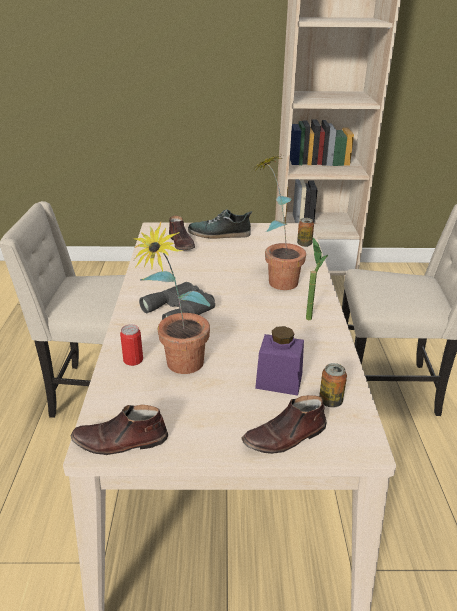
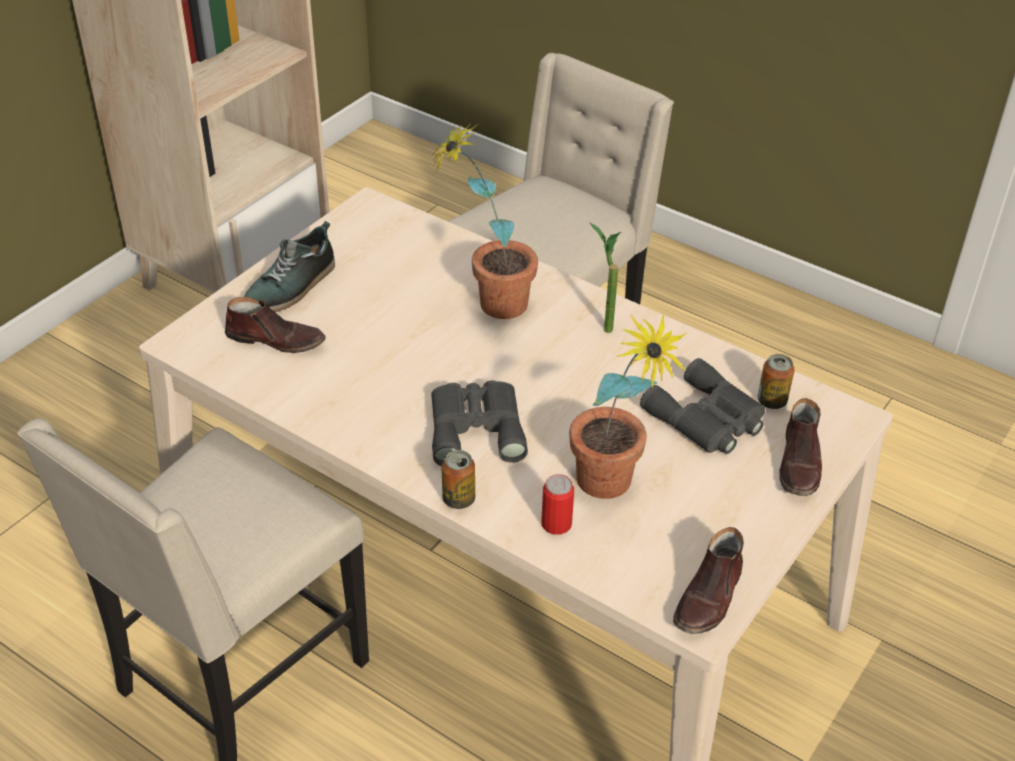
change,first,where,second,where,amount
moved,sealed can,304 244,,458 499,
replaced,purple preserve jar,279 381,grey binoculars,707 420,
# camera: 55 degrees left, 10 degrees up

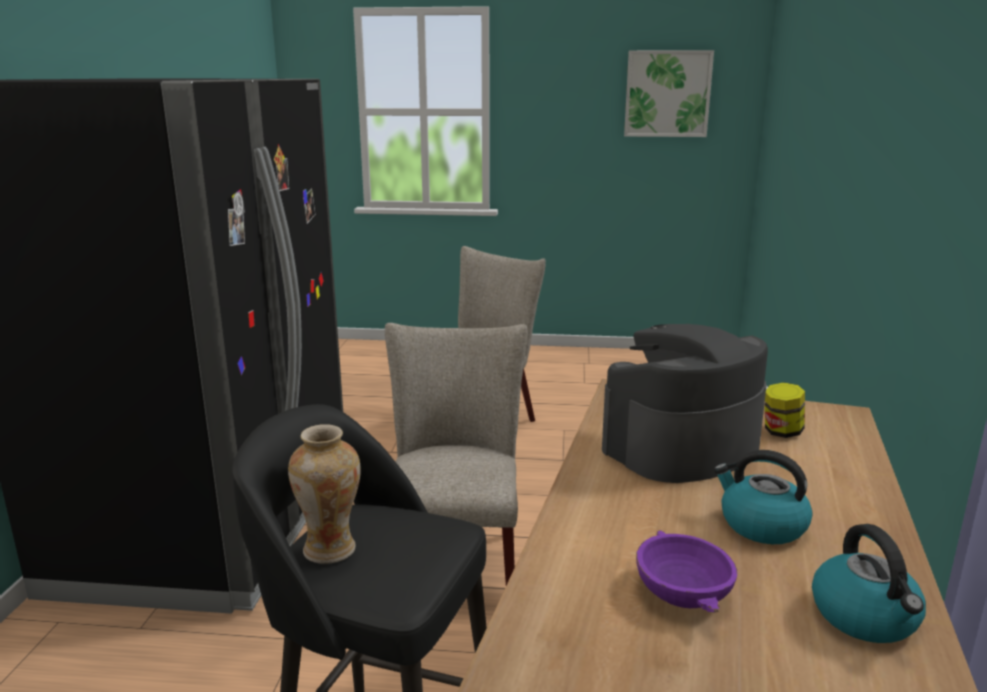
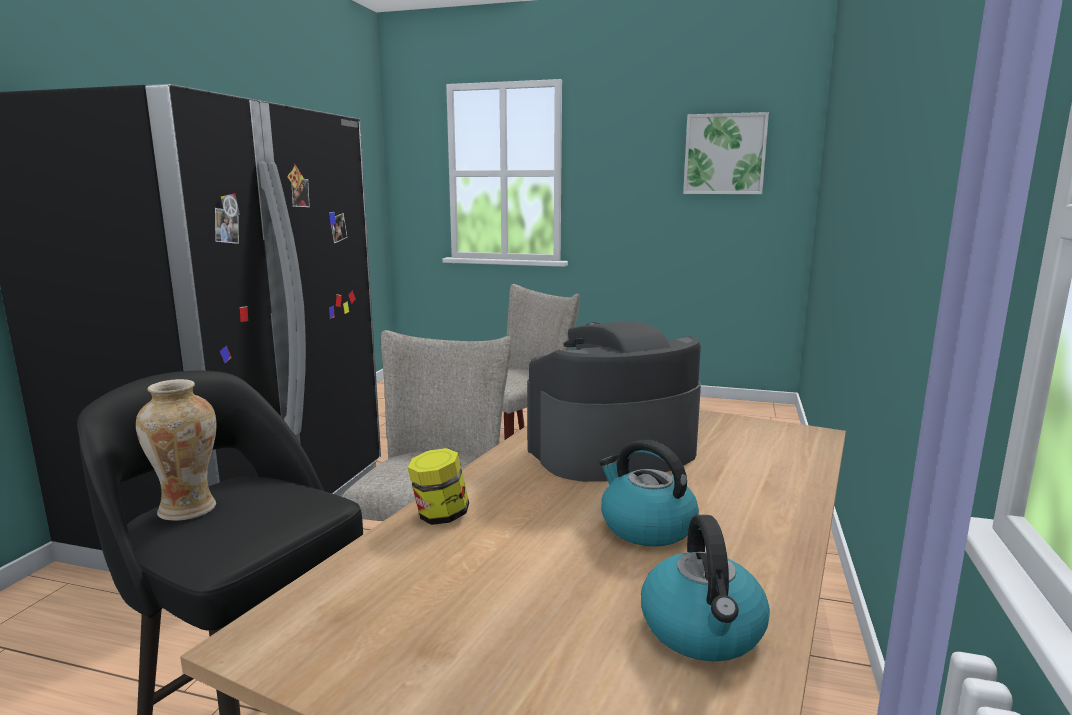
change,first,where,second,where,amount
removed,purple serving bowl,681 591,,,
moved,preserve jar,781 432,,440 516,
# camera: 10 degrees right, 5 degrees down

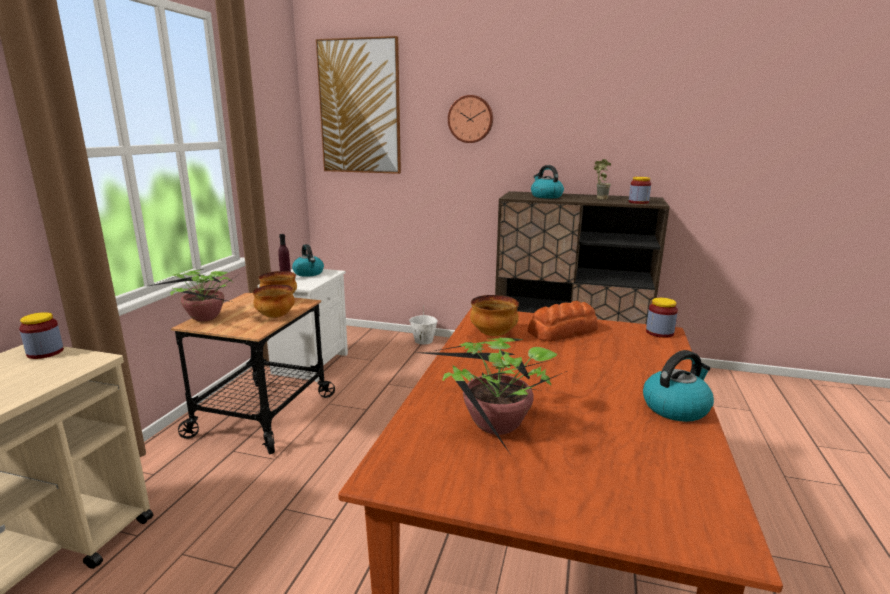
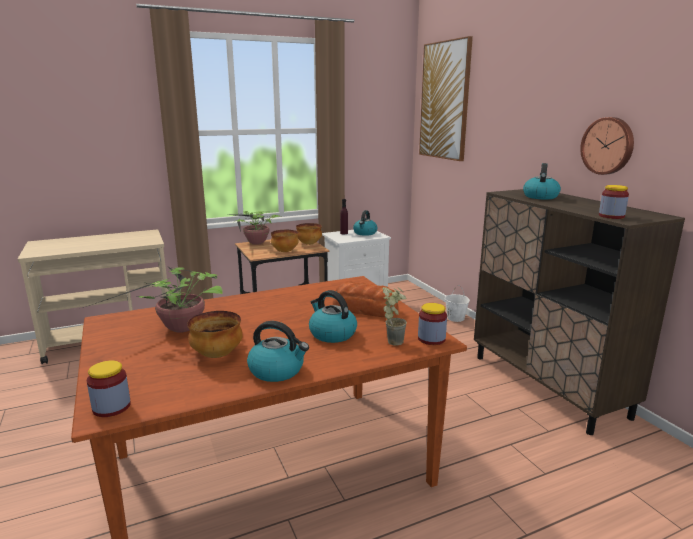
change,first,where,second,where,amount
added,,,tea kettle,332 334,
moved,preserve jar,45 352,,111 407,
moved,clock on the wall,470 119,,608 146,
moved,serving bowl,492 334,,217 354,
moved,potted plant,598 198,,393 340,
# camera: 50 degrees right, 0 degrees up

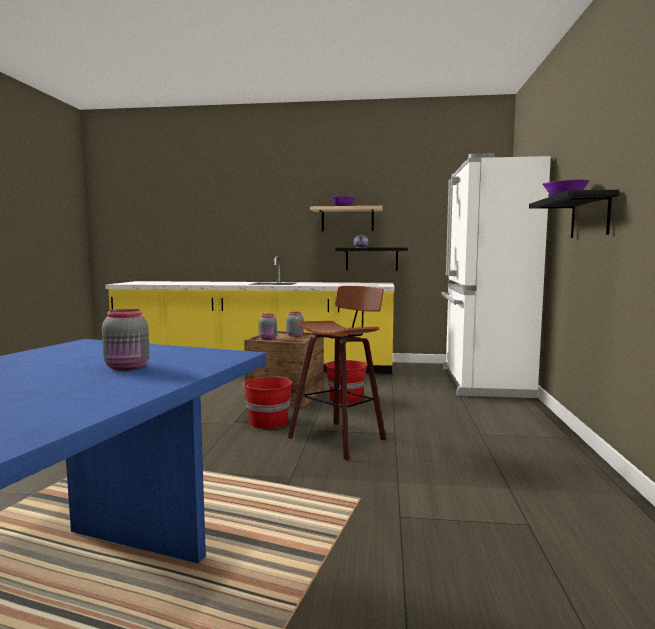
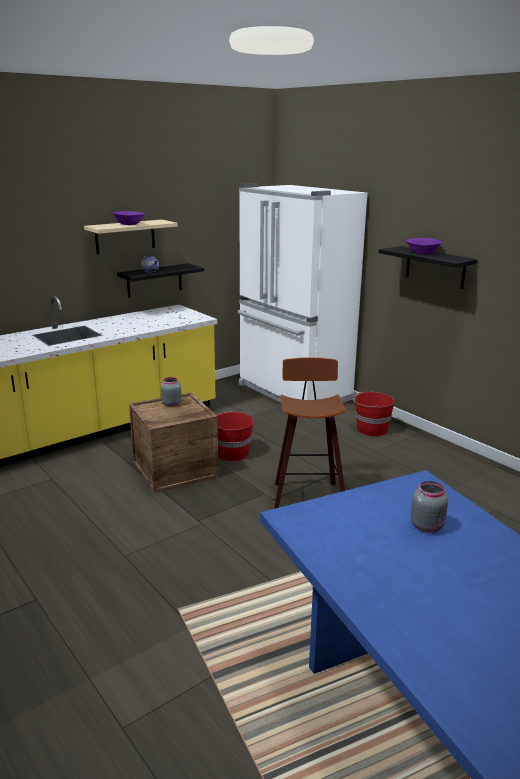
change,first,where,second,where,amount
removed,grey preserve jar,268 338,,,
moved,red water bucket,268 422,,371 429,
# camera: 45 degrees left, 15 degrees up

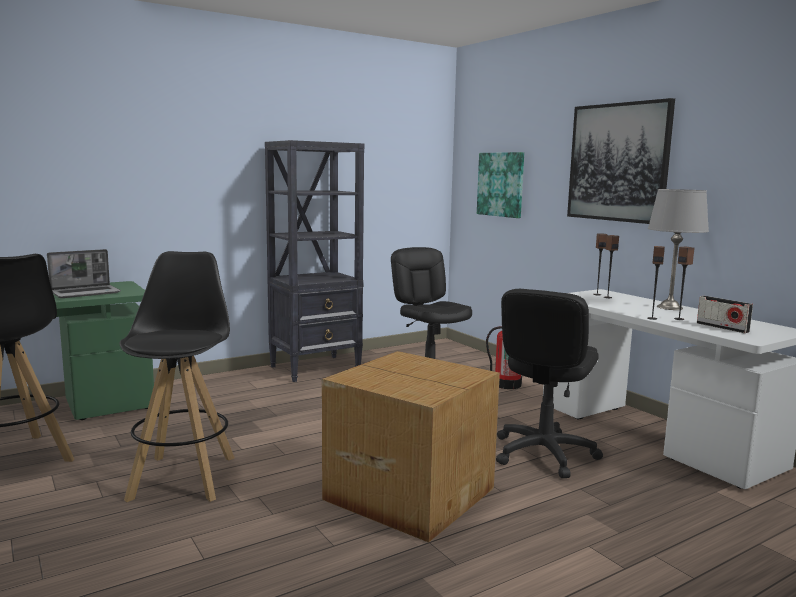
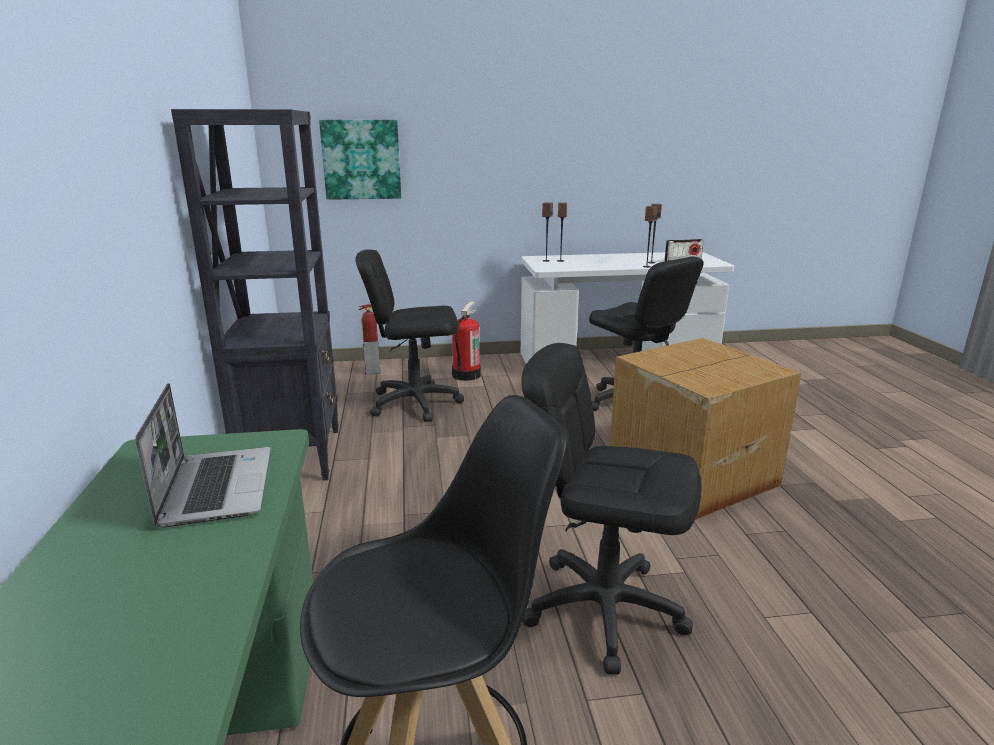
change,first,where,second,where,amount
removed,picture,618 162,,,
removed,grey lamp for a table,669 307,,,
added,,,fire-fighting cylinder,372 371,
replaced,blackish stool,184 476,blackish desk chair,603 609,
# camera: 65 degrees left, 10 degrees up

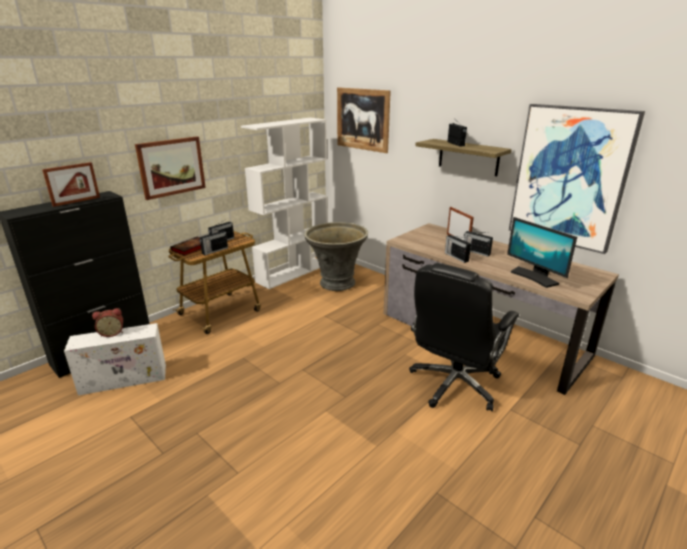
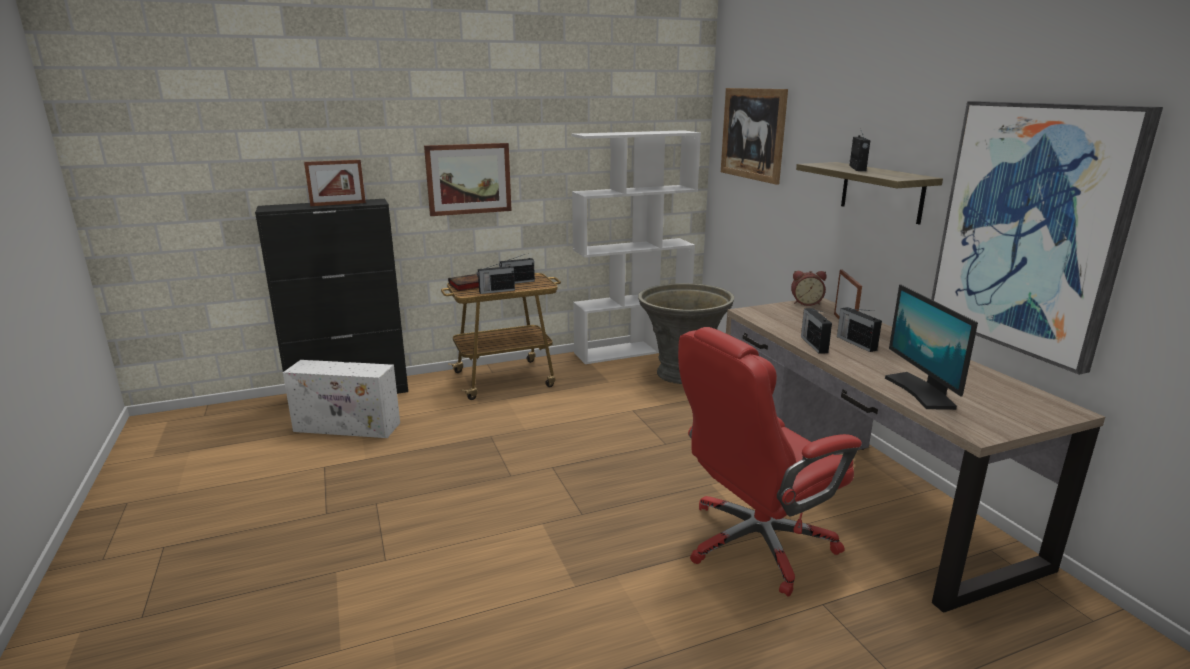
change,first,where,second,where,amount
moved,table clock,112 333,,806 303,
recoloured,blackish desk chair,454 384,red desk chair,755 543,
# camera: 25 degrees right, 5 degrees down

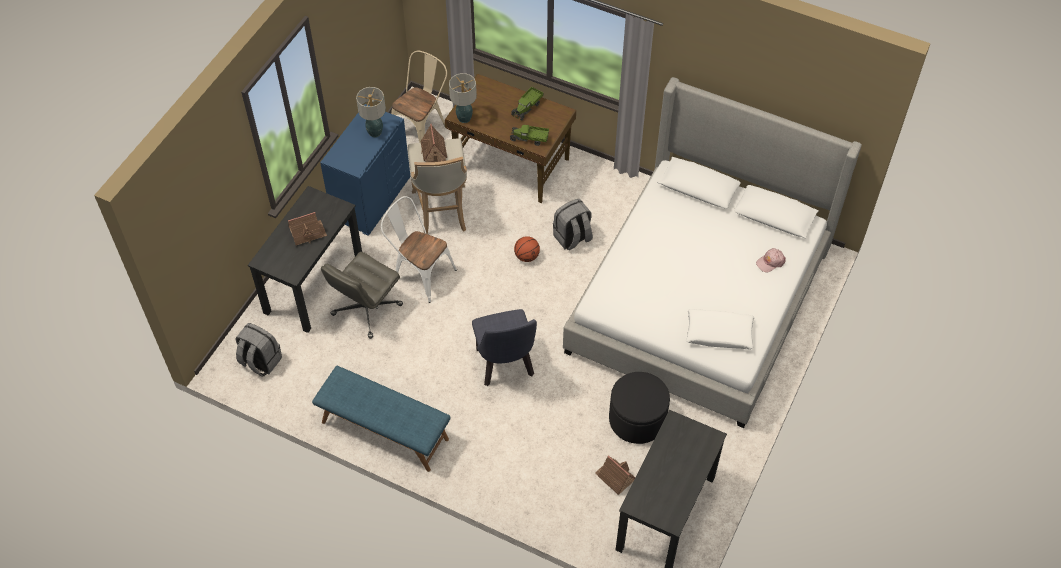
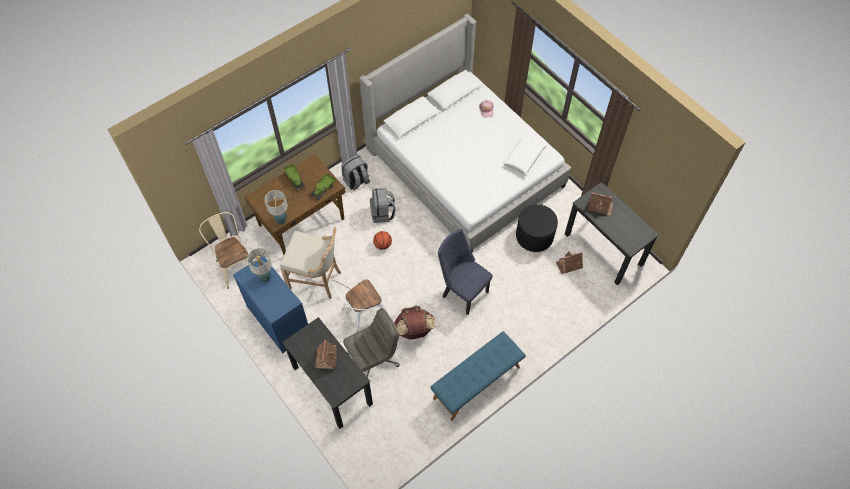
change,first,where,second,where,amount
added,,,brown backpack,414 330,
moved,grey backpack,260 361,,356 181,
moved,miniature house,434 153,,599 206,
turned,grey desk chair,366 310,,374 358,90 degrees counterclockwise
turned,blue-coloured chair,505 366,,462 291,150 degrees counterclockwise
# camera: 65 degrees left, 5 degrees up

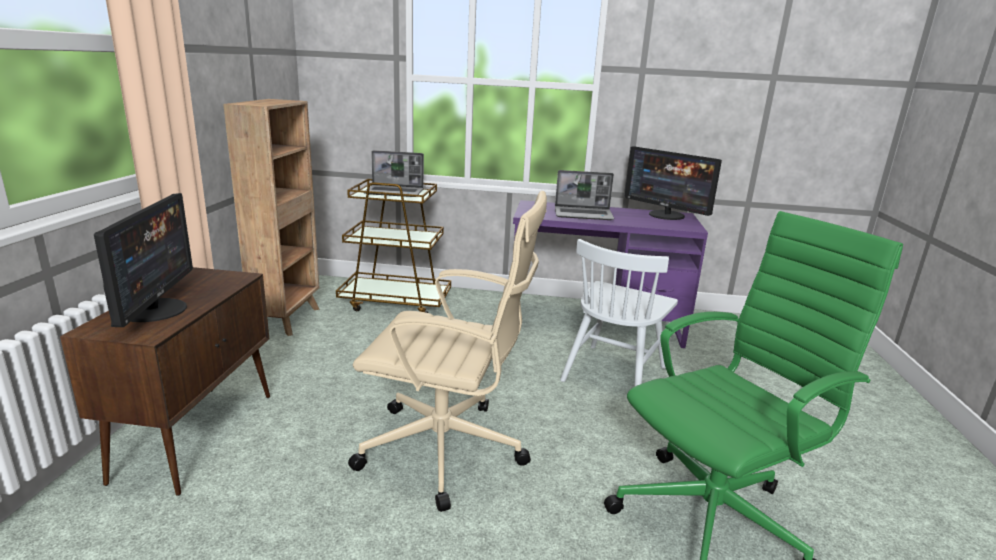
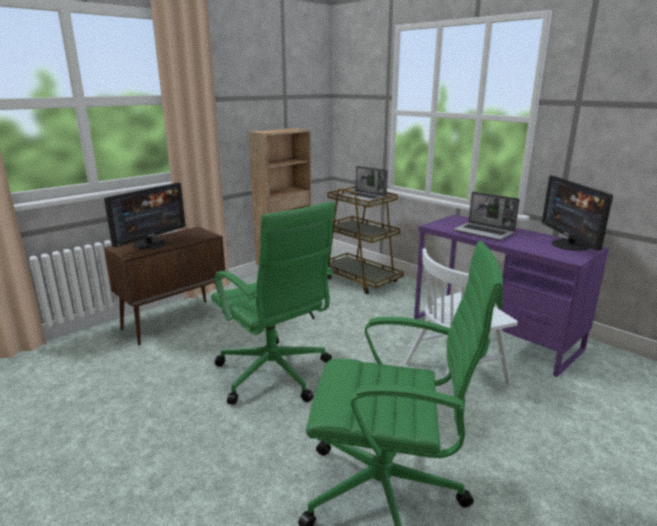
change,first,where,second,where,amount
recoloured,sand-coloured desk chair,447 450,green desk chair,275 375,
# camera: 40 degrees right, 0 degrees up

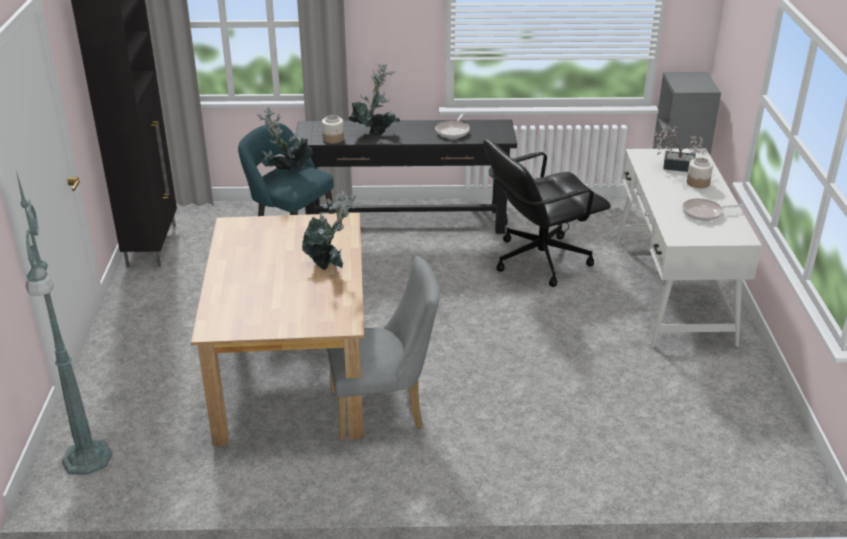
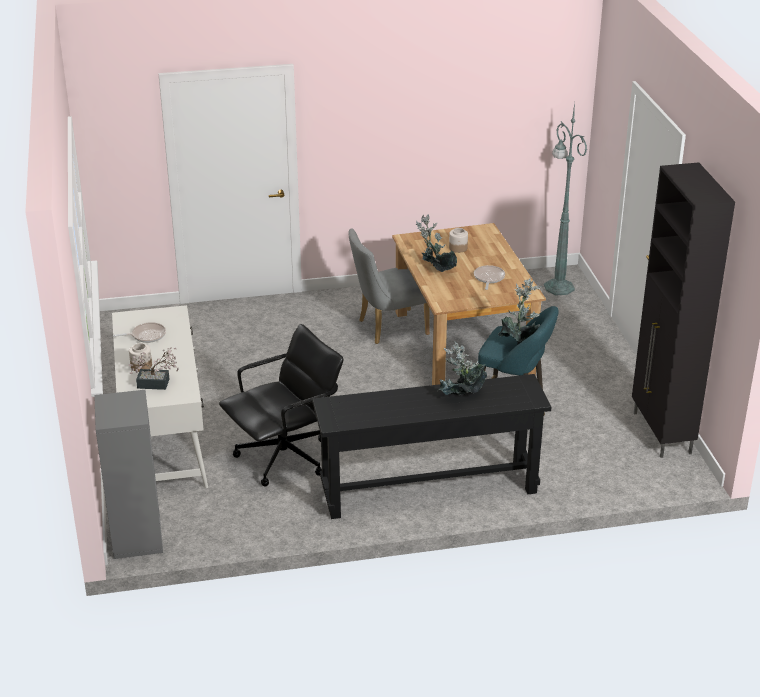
change,first,where,second,where,amount
moved,preserve jar,333 139,,457 248,
moved,frying pan,453 131,,488 278,
# camera: 170 degrees right, 0 degrees up

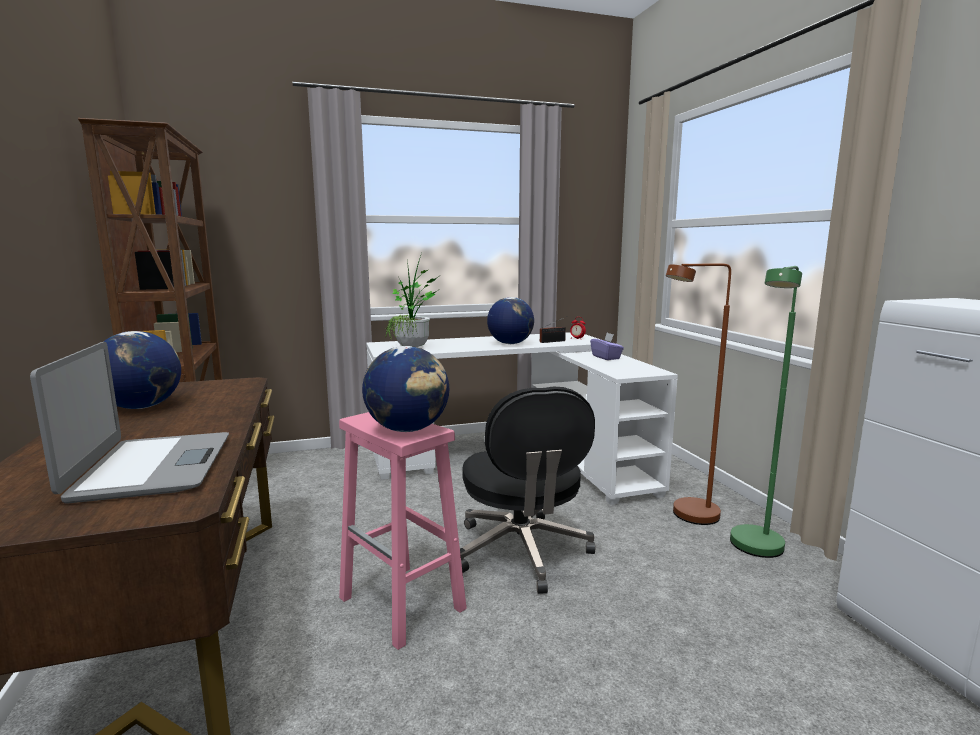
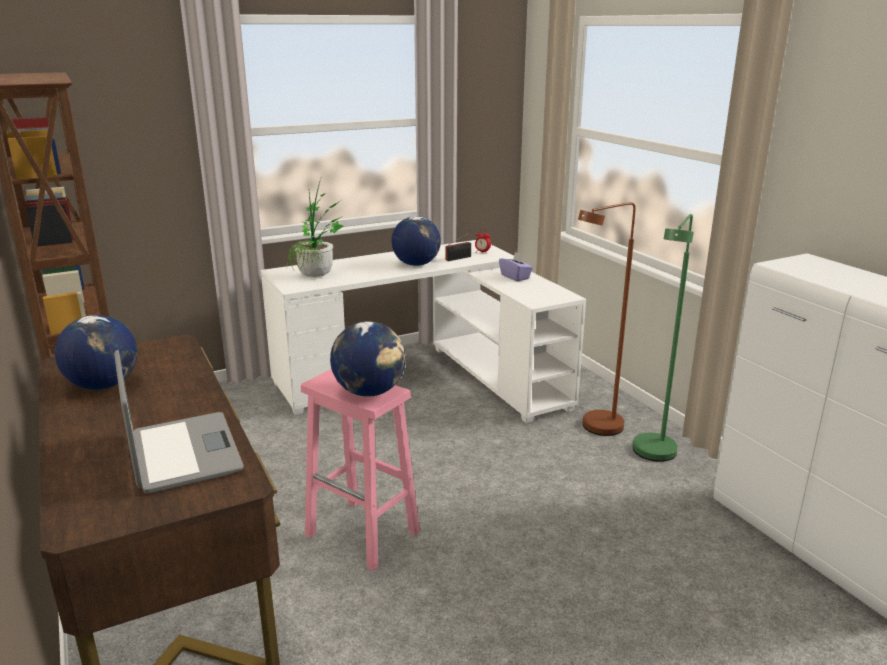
change,first,where,second,where,amount
removed,blackish desk chair,522 552,,,
# camera: 10 degrees left, 10 degrees up

